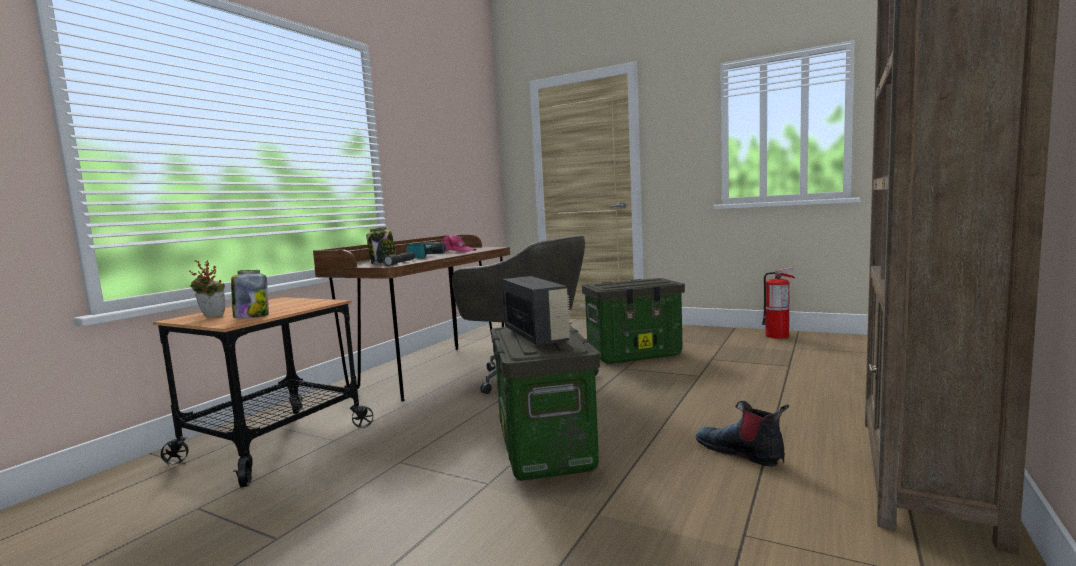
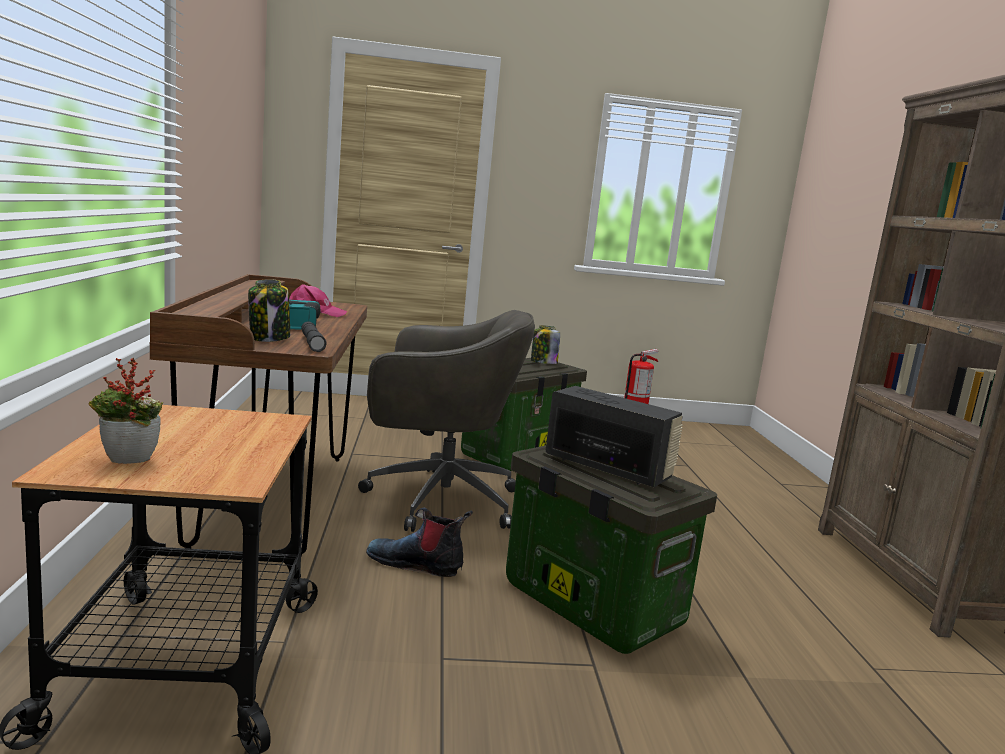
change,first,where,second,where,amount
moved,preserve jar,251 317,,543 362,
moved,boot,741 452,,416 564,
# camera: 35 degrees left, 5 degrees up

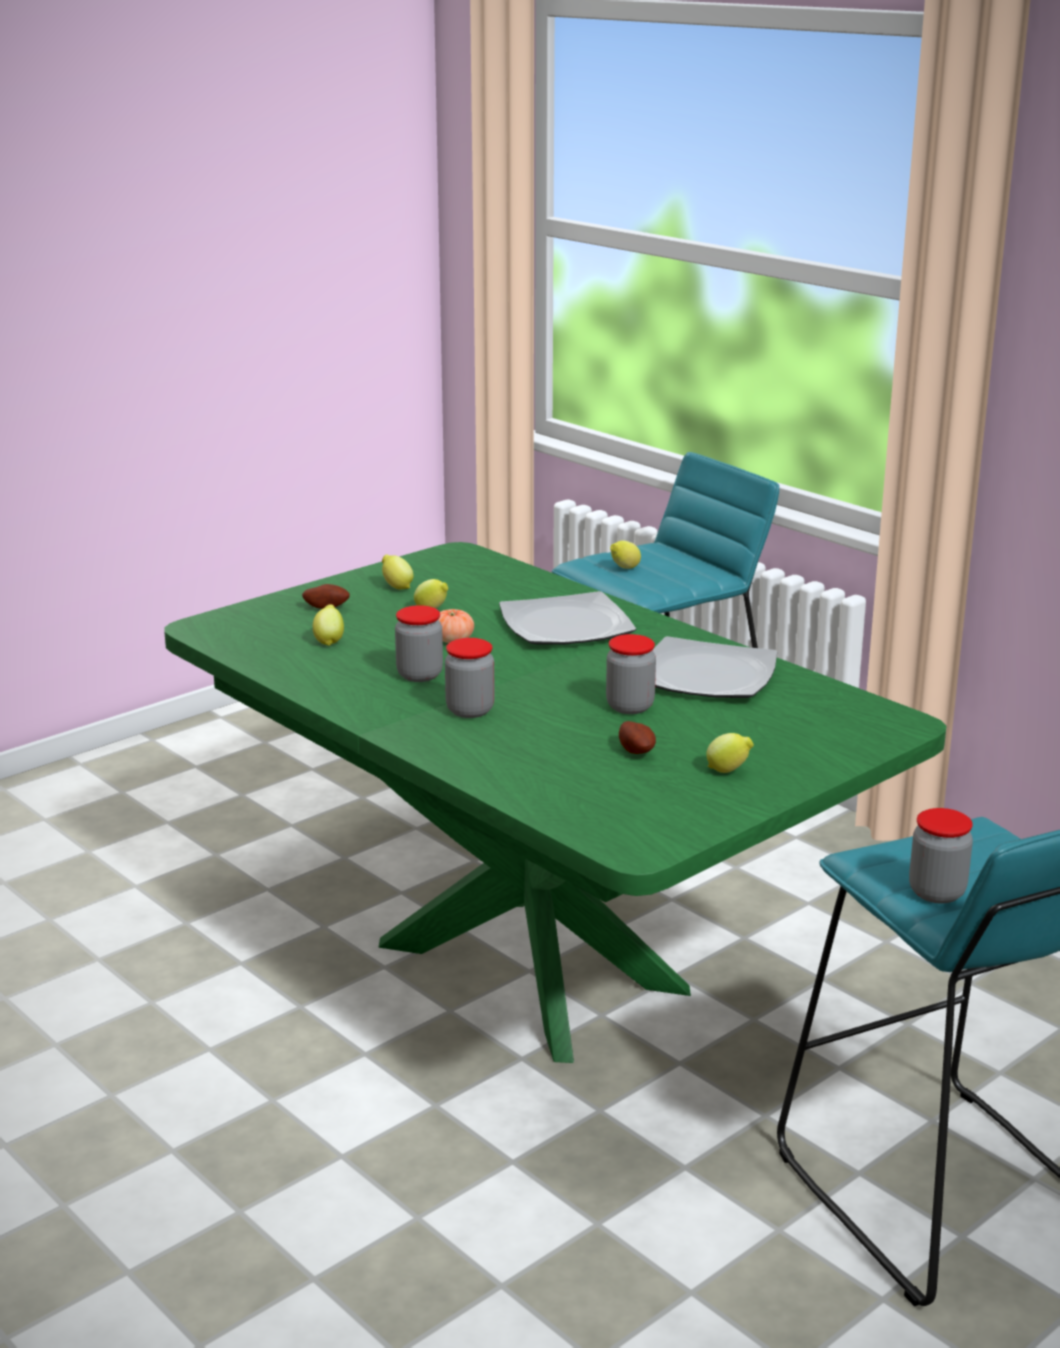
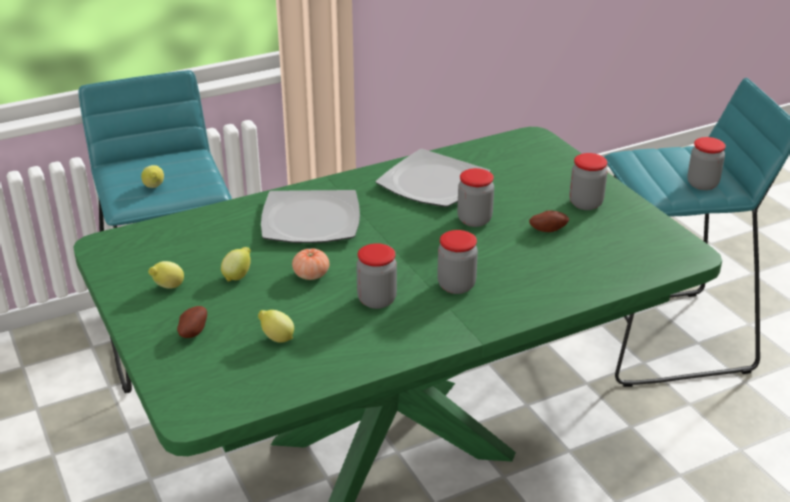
change,first,where,second,where,amount
replaced,whole lemon,728 771,preserve jar,585 203,
# camera: 75 degrees left, 10 degrees up

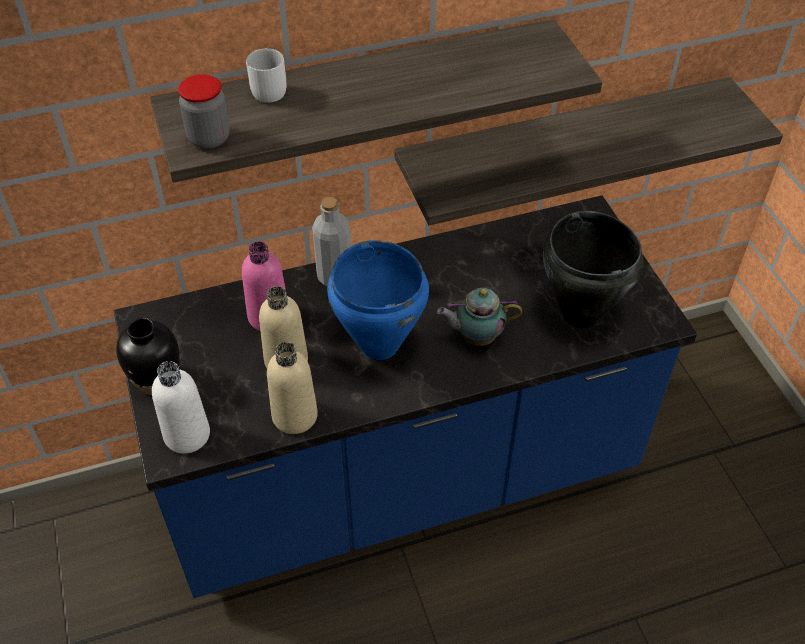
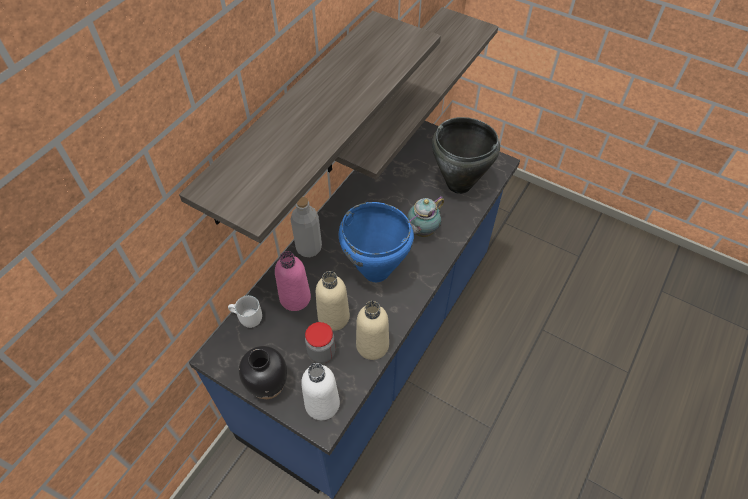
change,first,where,second,where,amount
moved,preserve jar,209 138,,321 352,
moved,white coffee mug,263 91,,247 319,
# camera: 40 degrees left, 5 degrees up

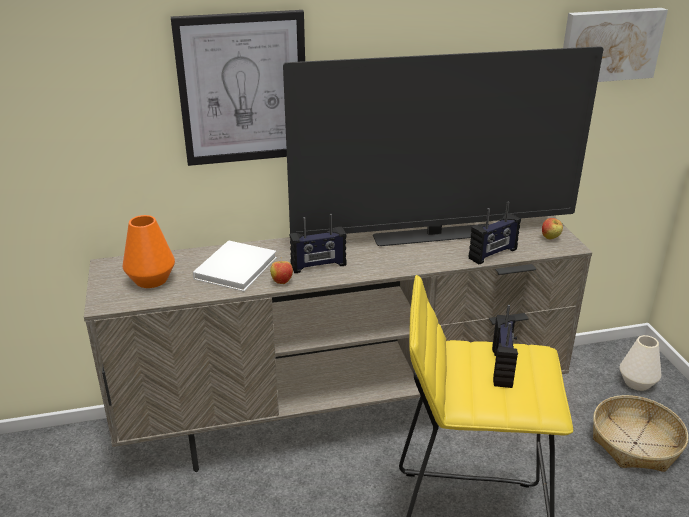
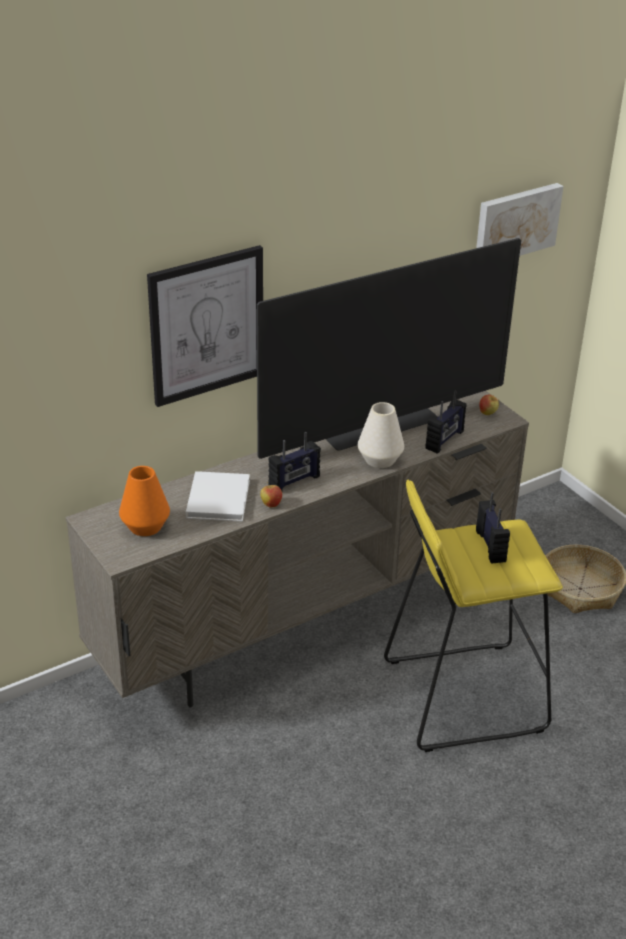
change,first,where,second,where,amount
moved,white flower vase,637 382,,380 460,
# camera: 20 degrees left, 5 degrees up

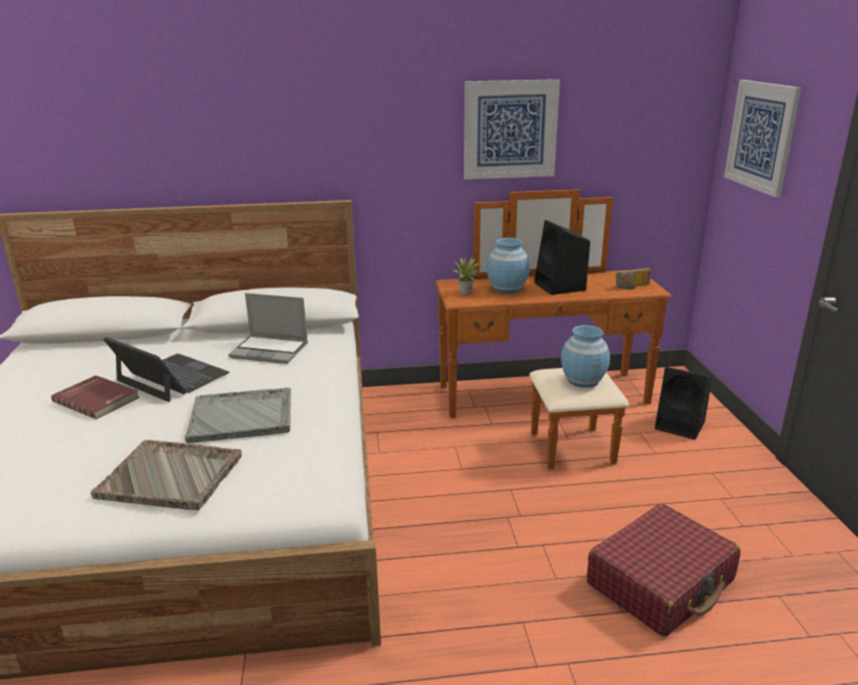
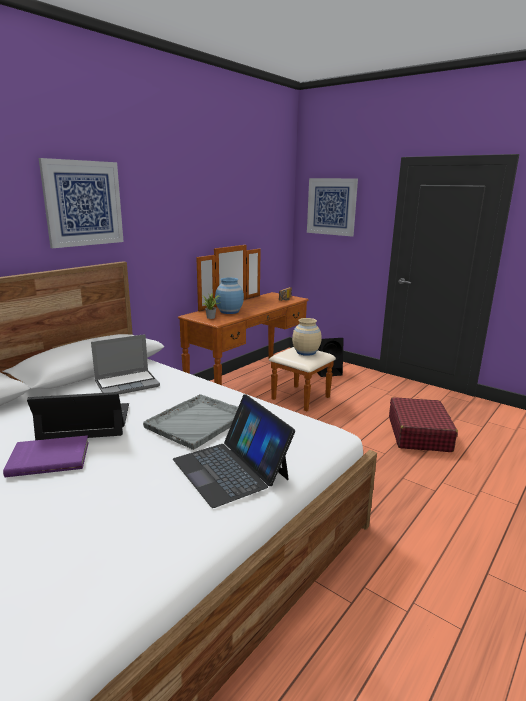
change,first,where,second,where,amount
removed,blackish loudspeaker,560 287,,,
moved,picture,510 129,,83 203,
replaced,grey carrying tray,171 477,laptop,231 469,
recoloured,red bound book,97 399,purple bound book,49 458,
recoloured,blue-coloured flower vase,583 380,sand-coloured flower vase,305 352,
# camera: 45 degrees left, 5 degrees down

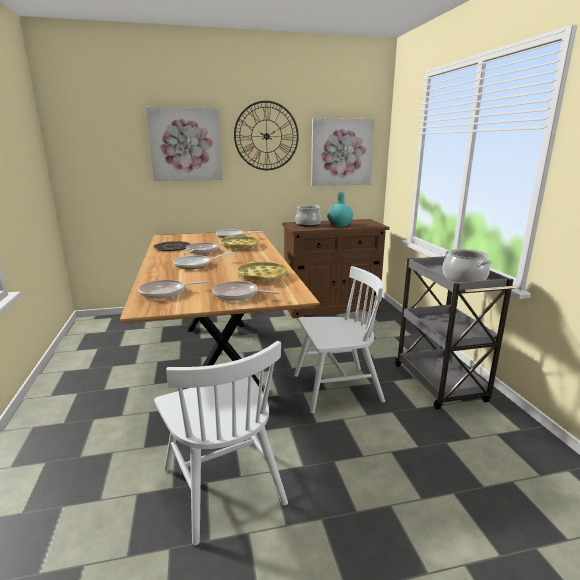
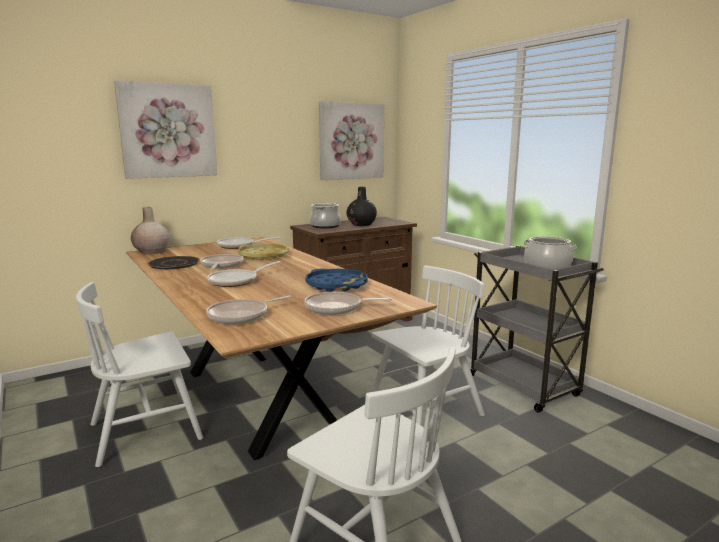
change,first,where,second,where,amount
removed,clock on the wall,266 136,,,
added,,,white chair,146 431,
added,,,sand-coloured flower vase,152 252,
recoloured,yellow-coloured carrying tray,262 276,blue-coloured carrying tray,336 285,
recoloured,blue-green flower vase,339 225,blackish flower vase,361 224,
# camera: 20 degrees left, 5 degrees down

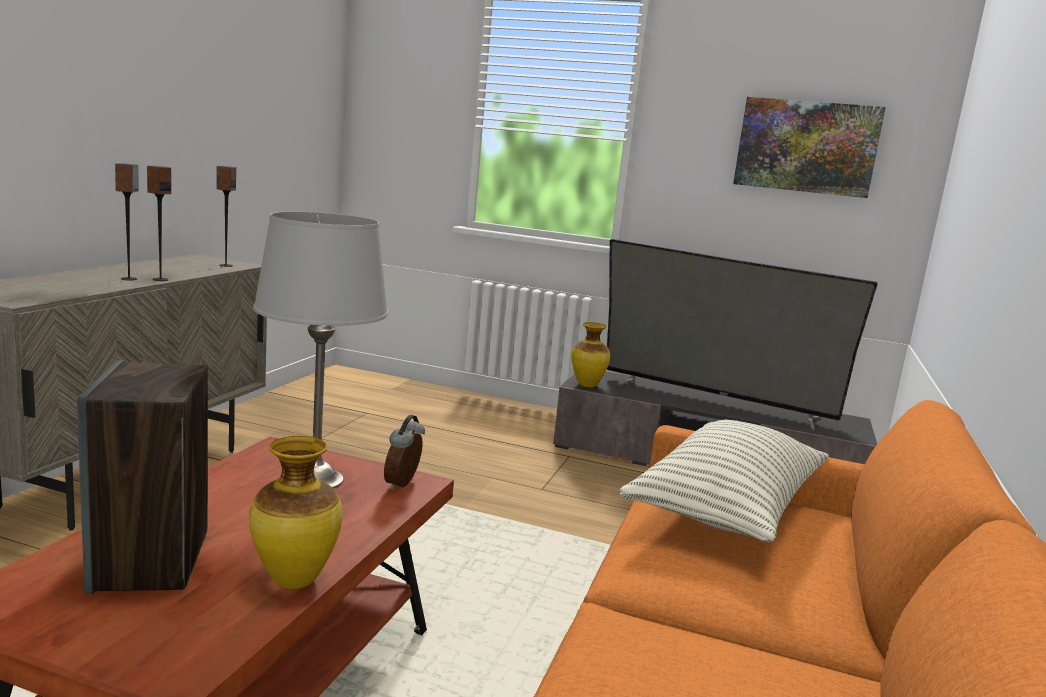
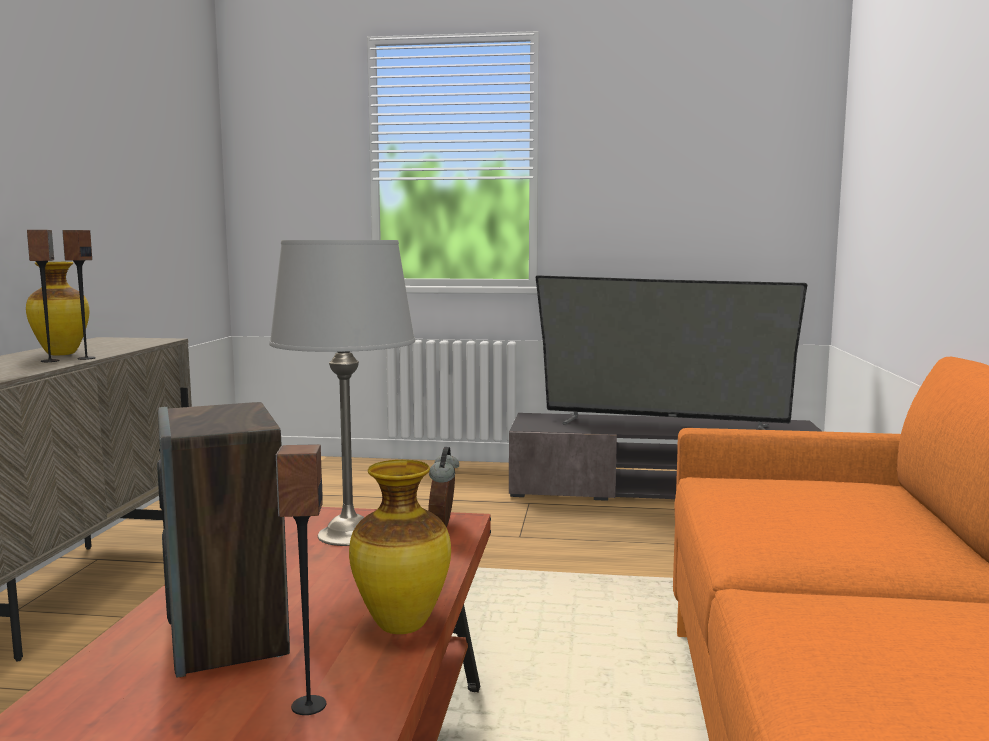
change,first,where,second,where,amount
removed,cushion,727 508,,,
removed,picture,806 147,,,
moved,loudspeaker,225 265,,308 705,
moved,flower vase,587 385,,62 354,
# camera: 10 degrees left, 5 degrees down

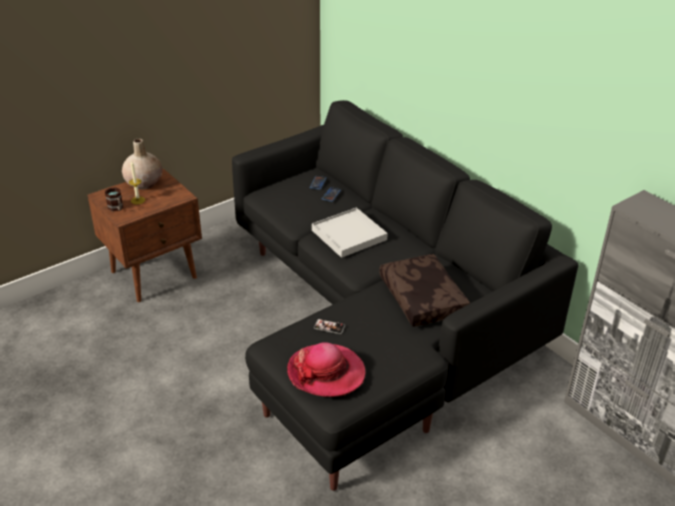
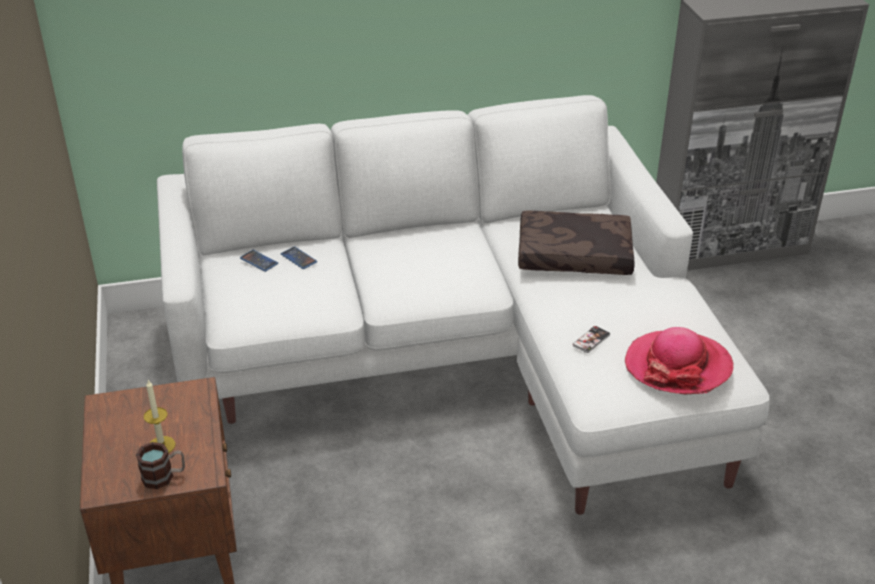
change,first,where,second,where,amount
removed,sand-coloured flower vase,144 183,,,
removed,white carrying tray,349 235,,,
recoloured,blackish sofa,375 323,white sofa,460 361,
# camera: 65 degrees left, 0 degrees up

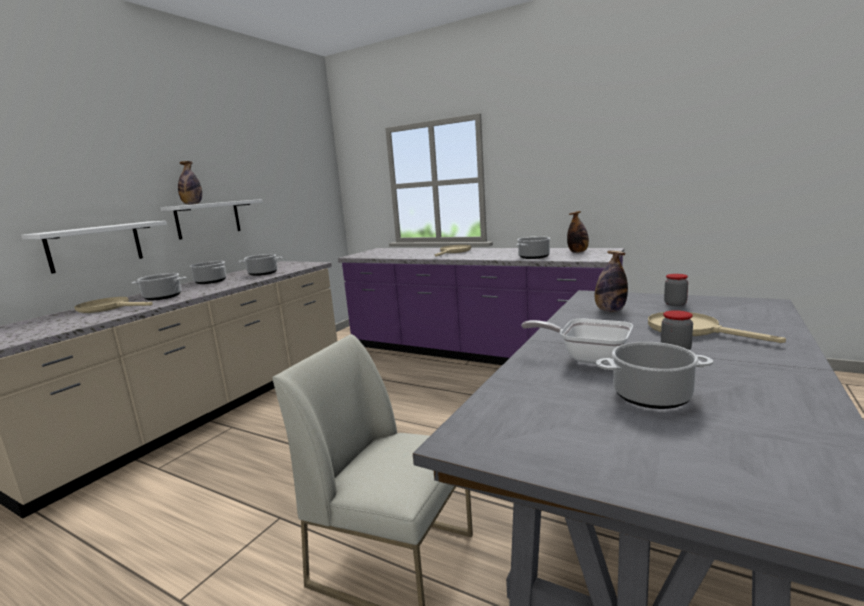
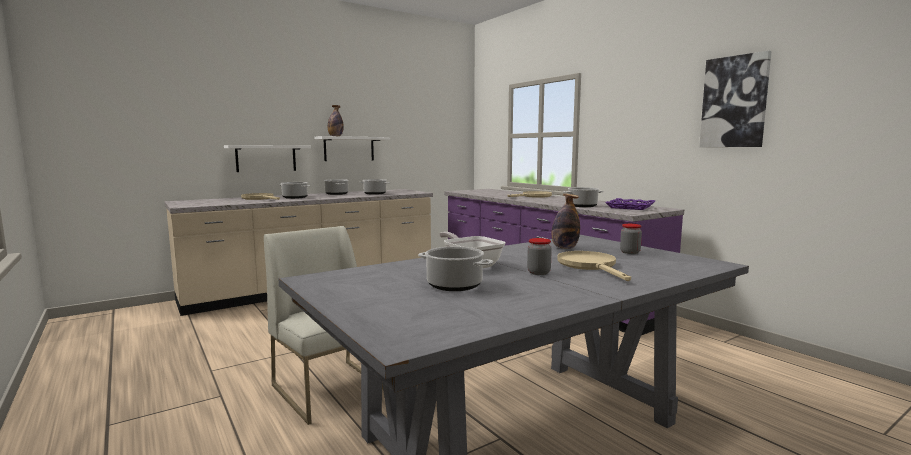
change,first,where,second,where,amount
added,,,picture,734 102,
replaced,bottle,578 252,purple carrying tray,630 207,
# camera: 25 degrees right, 5 degrees down

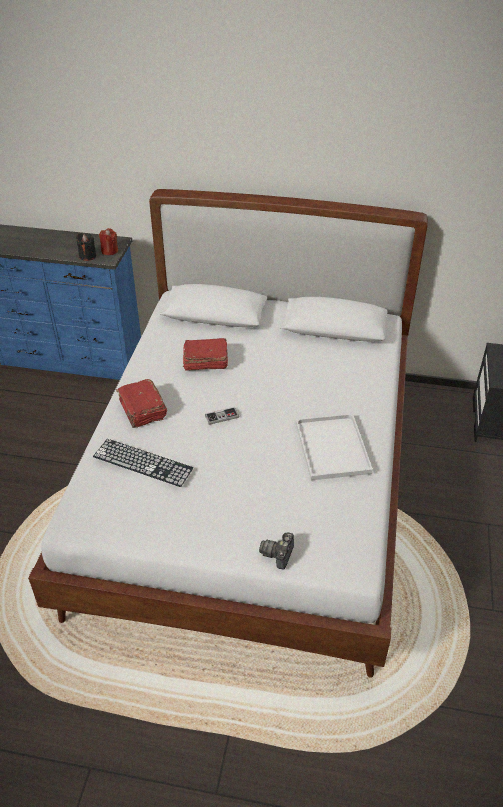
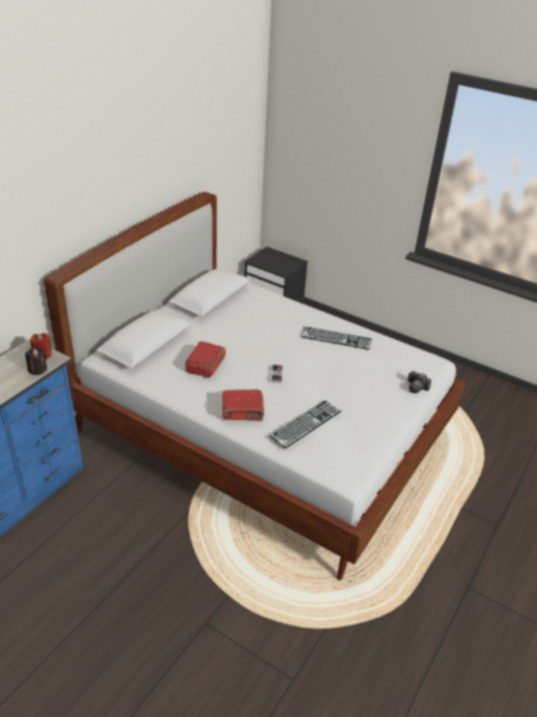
change,first,where,second,where,amount
replaced,white carrying tray,333 448,keyboard,336 338,
# camera: 70 degrees left, 5 degrees down

